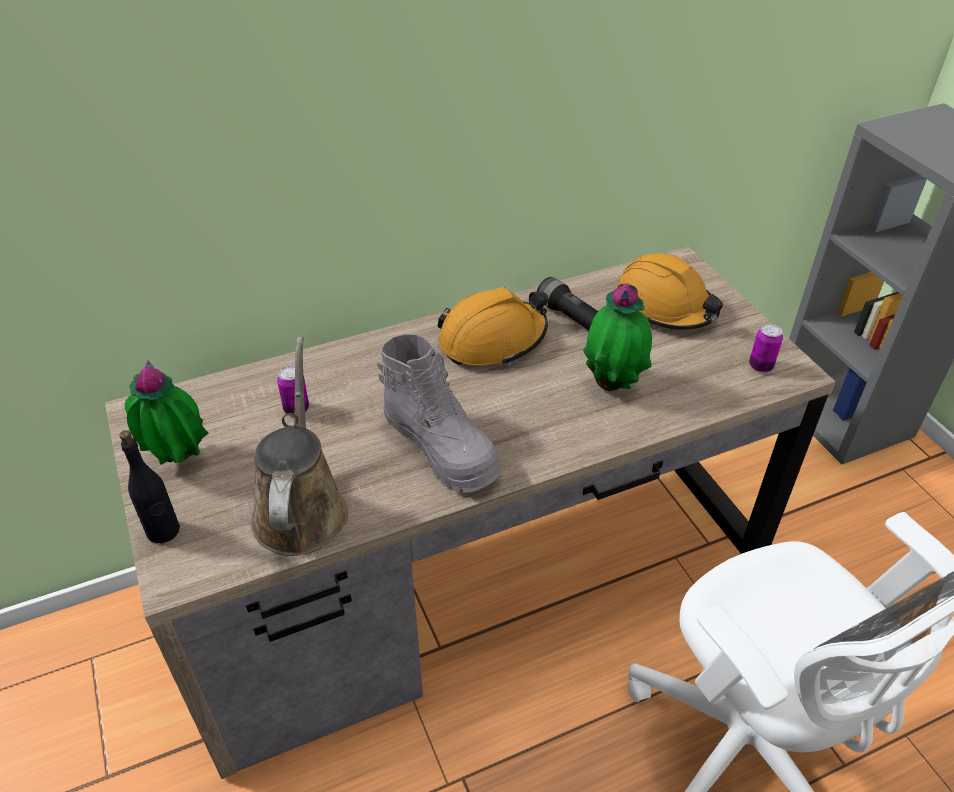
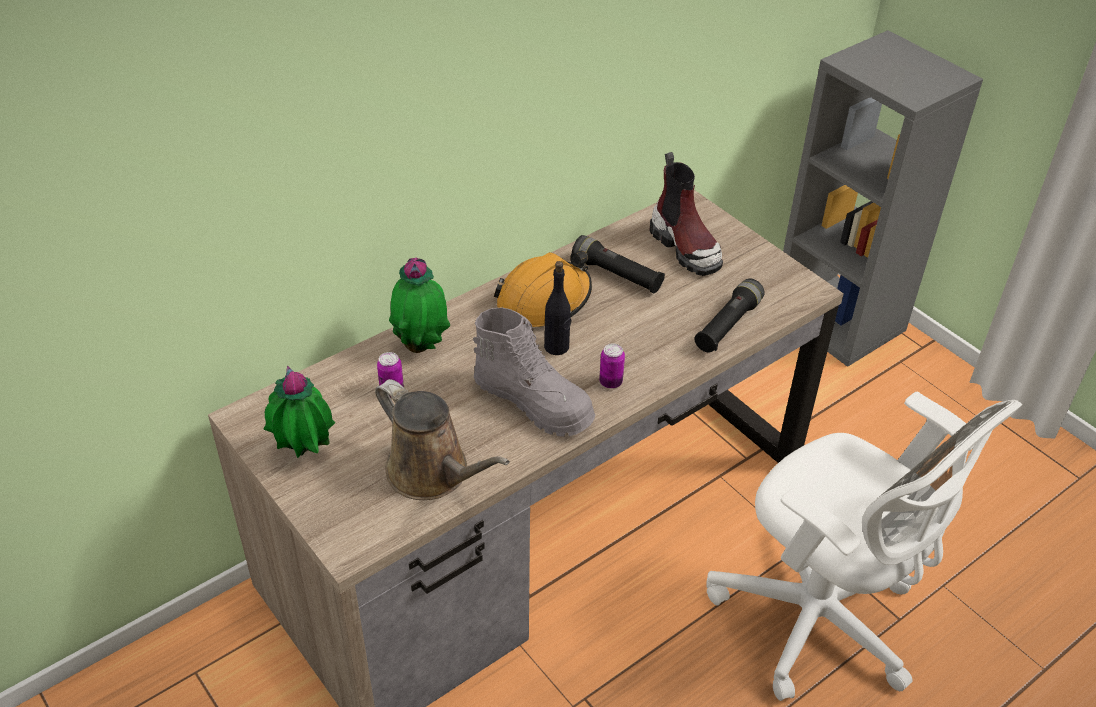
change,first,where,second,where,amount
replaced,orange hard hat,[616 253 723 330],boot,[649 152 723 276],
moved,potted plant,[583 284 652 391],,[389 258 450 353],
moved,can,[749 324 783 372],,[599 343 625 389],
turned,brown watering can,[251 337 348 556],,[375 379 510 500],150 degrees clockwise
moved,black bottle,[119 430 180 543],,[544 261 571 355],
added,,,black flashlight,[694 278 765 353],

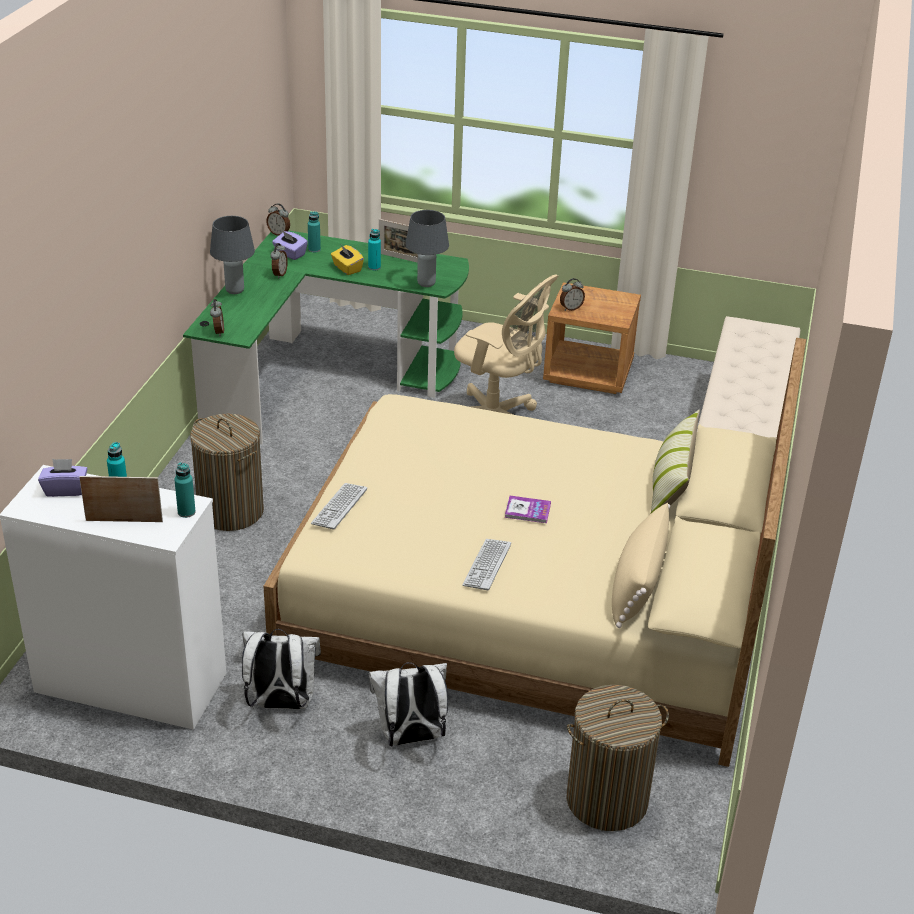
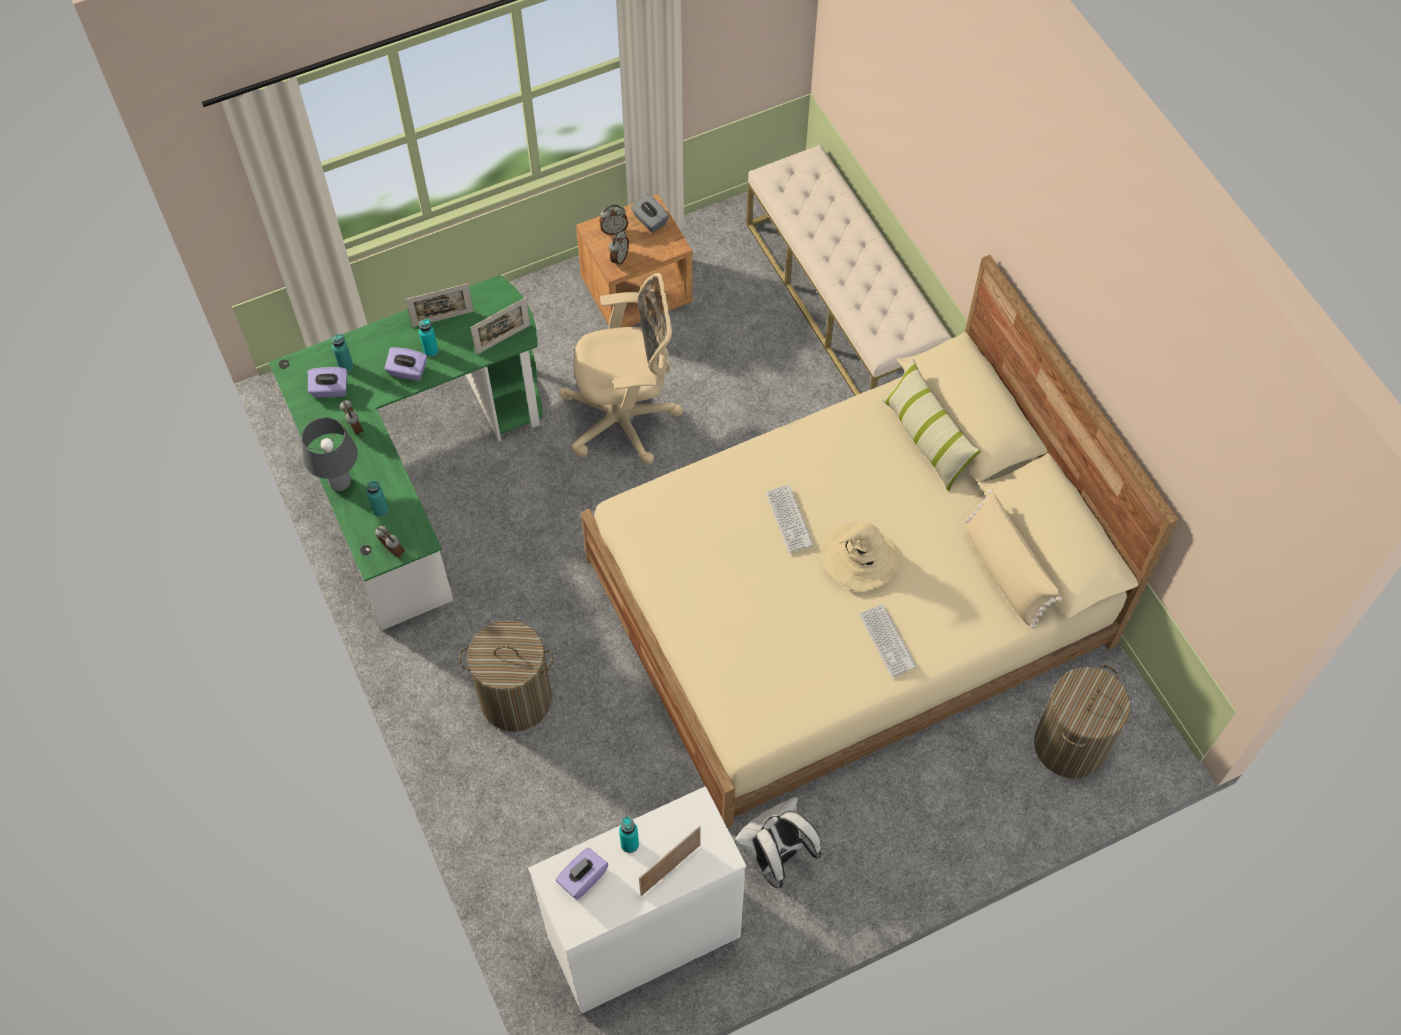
change,first,where,second,where,amount
moved,alarm clock,[266 203 290 236],,[599 205 628 235],
replaced,grey table lamp,[405 210 449 287],picture frame,[470 297 530 355],
recoloured,yellow tissue box,[331 245 364 275],purple tissue box,[384 347 427 381],
moved,turquoise bottle,[174 462 196 518],,[366 481 388 517],
moved,keyboard,[311 483 367 530],,[765 484 814 553],
replaced,book,[505 496 551 523],beige hat,[822 522 898 591],
removed,white backpack,[368 662 448 747],,,
added,,,grey tissue box,[631 194 669 233],

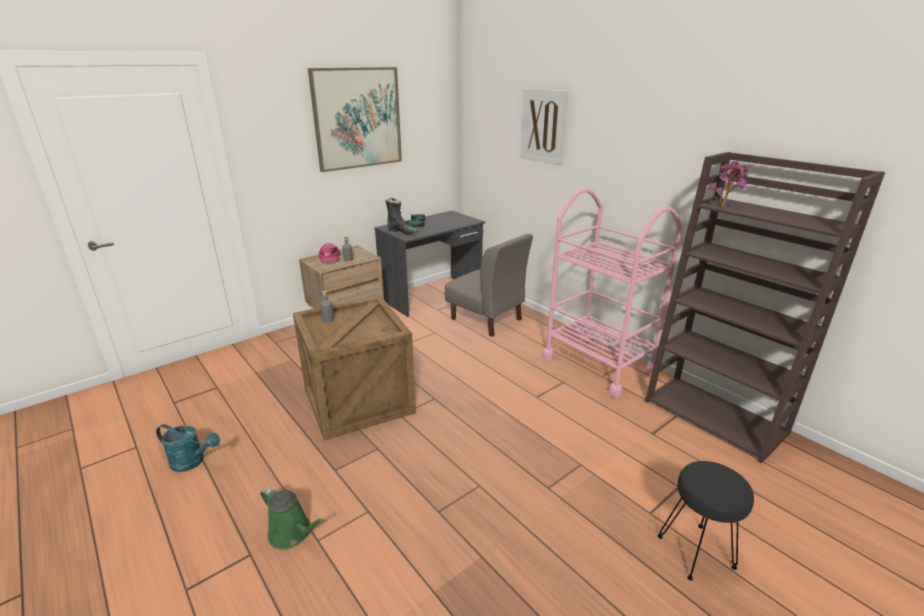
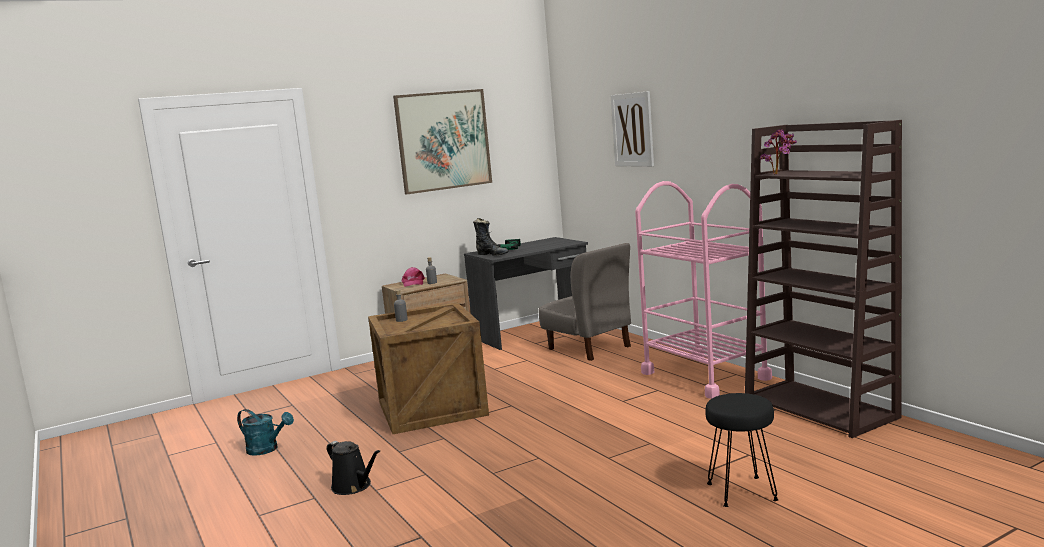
change,first,where,second,where,amount
recoloured,green watering can,[260 487 325 550],black watering can,[327 441 380 495],

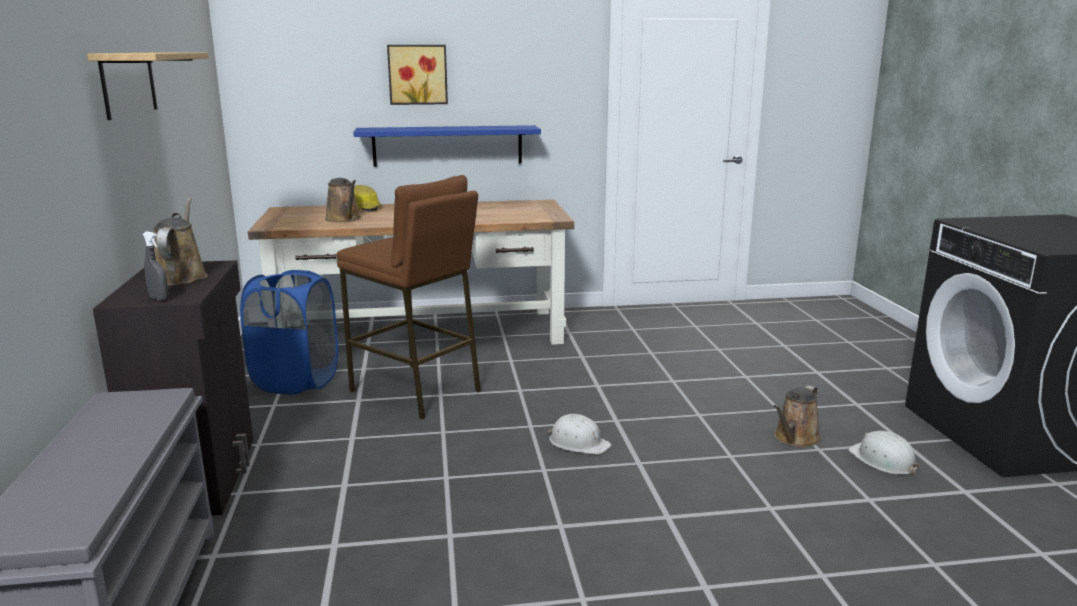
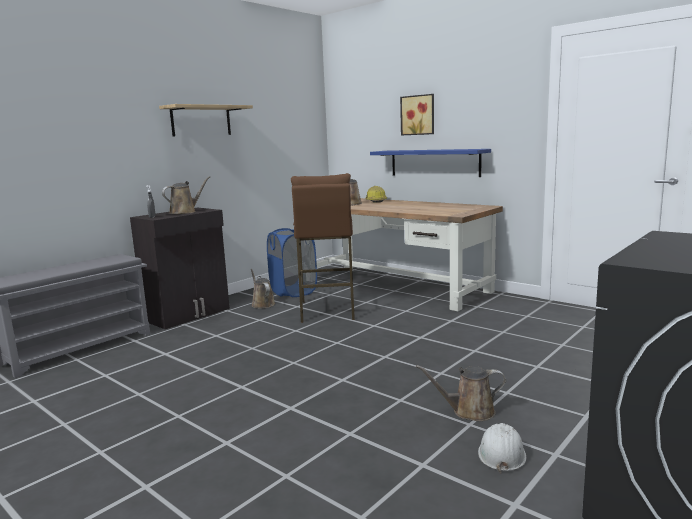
change,first,where,second,where,amount
removed,white hard hat,[547 414 611 455],,,
added,,,brown watering can,[250 269 275 308],

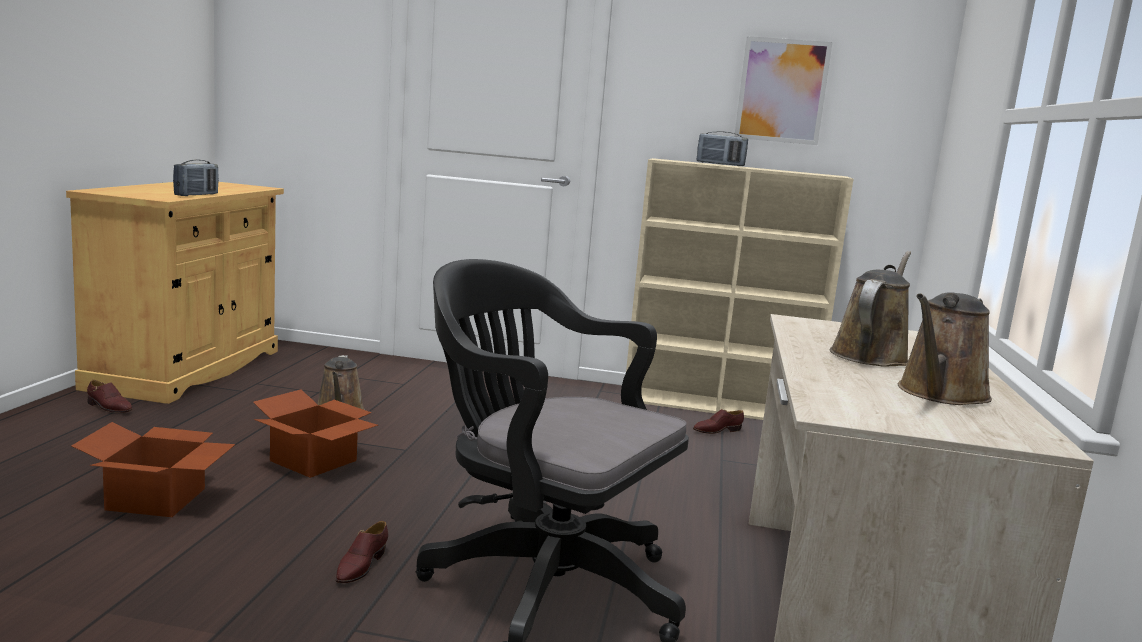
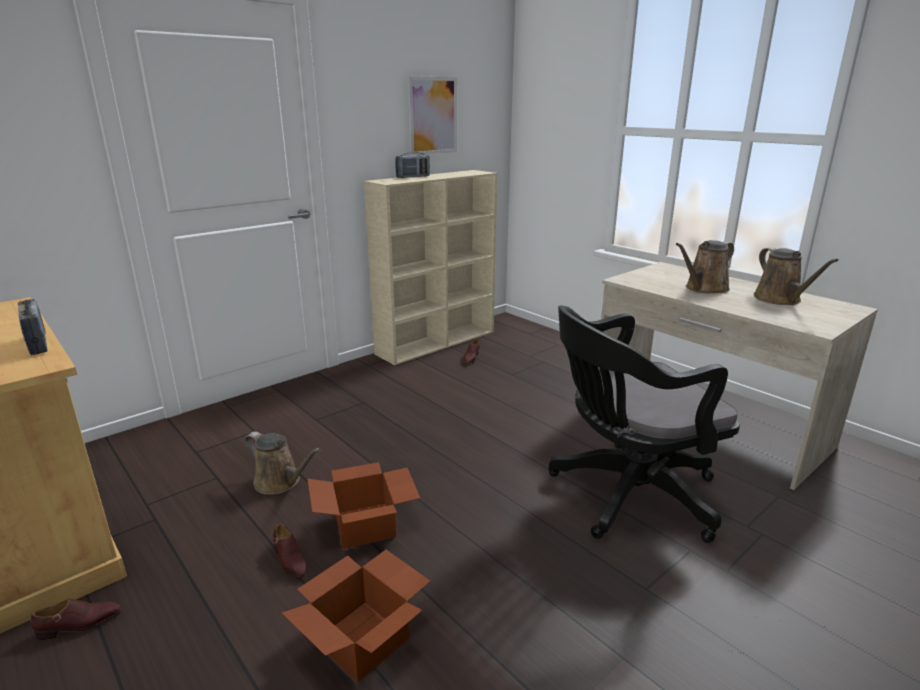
change,first,where,second,where,amount
turned,brown watering can,[829 251 911 367],,[676 240 734 294],105 degrees counterclockwise
moved,brown shoe,[336 521 388 583],,[273 524 307 578],

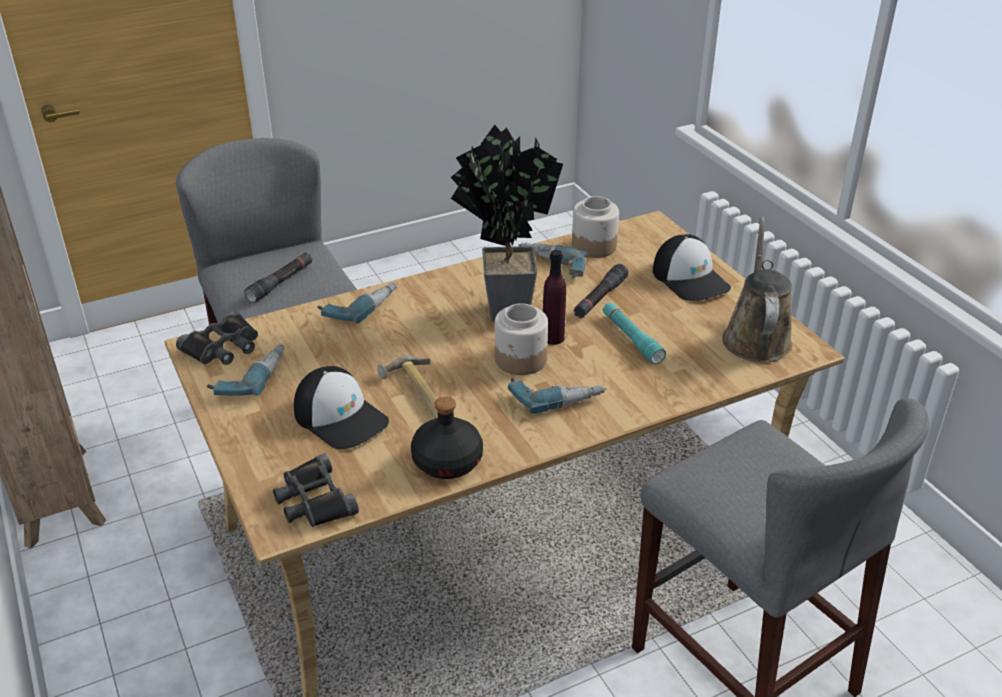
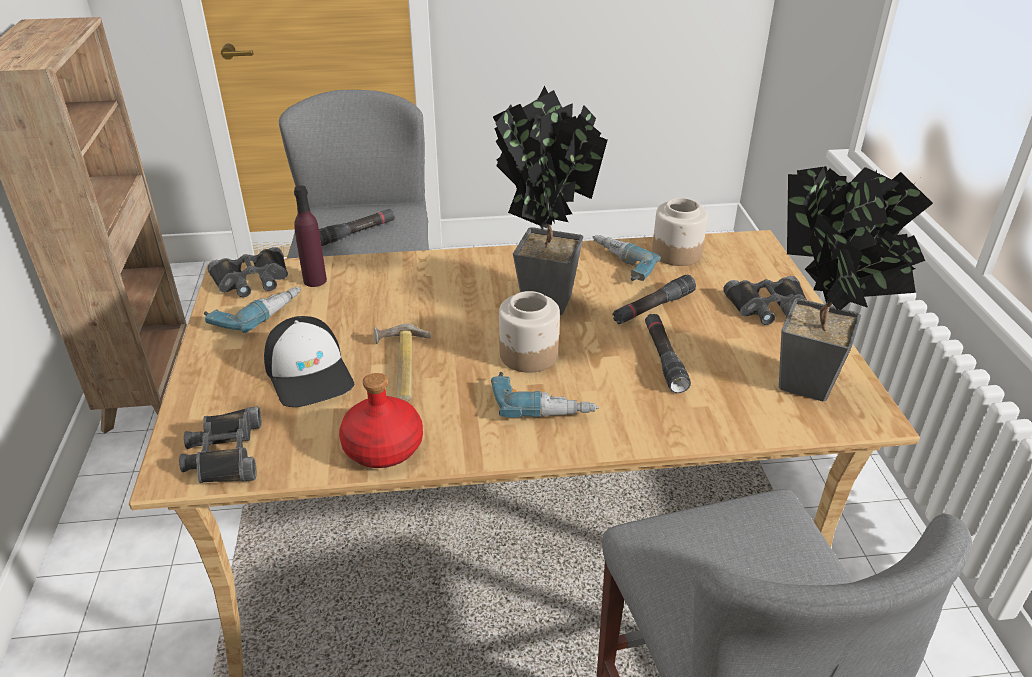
change,first,where,second,where,amount
replaced,brown watering can,[722 217 792 363],potted plant,[779 166 933 402],
replaced,cap,[653 234 731 301],black binoculars,[723 276 807 325],
moved,purple bottle,[543 250 566 345],,[294 185 327 287],
removed,power drill,[317 282 397 324],,,
recoloured,turquoise flashlight,[603 303 666 364],black flashlight,[645 314 691 393],
recoloured,black bottle,[411 397 483 479],red bottle,[339 373 423 468],

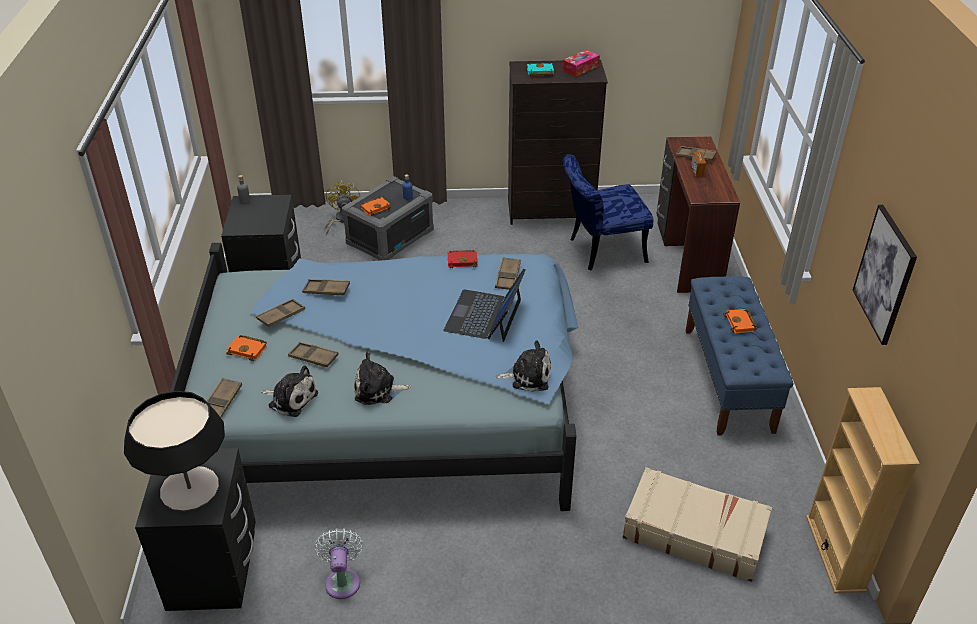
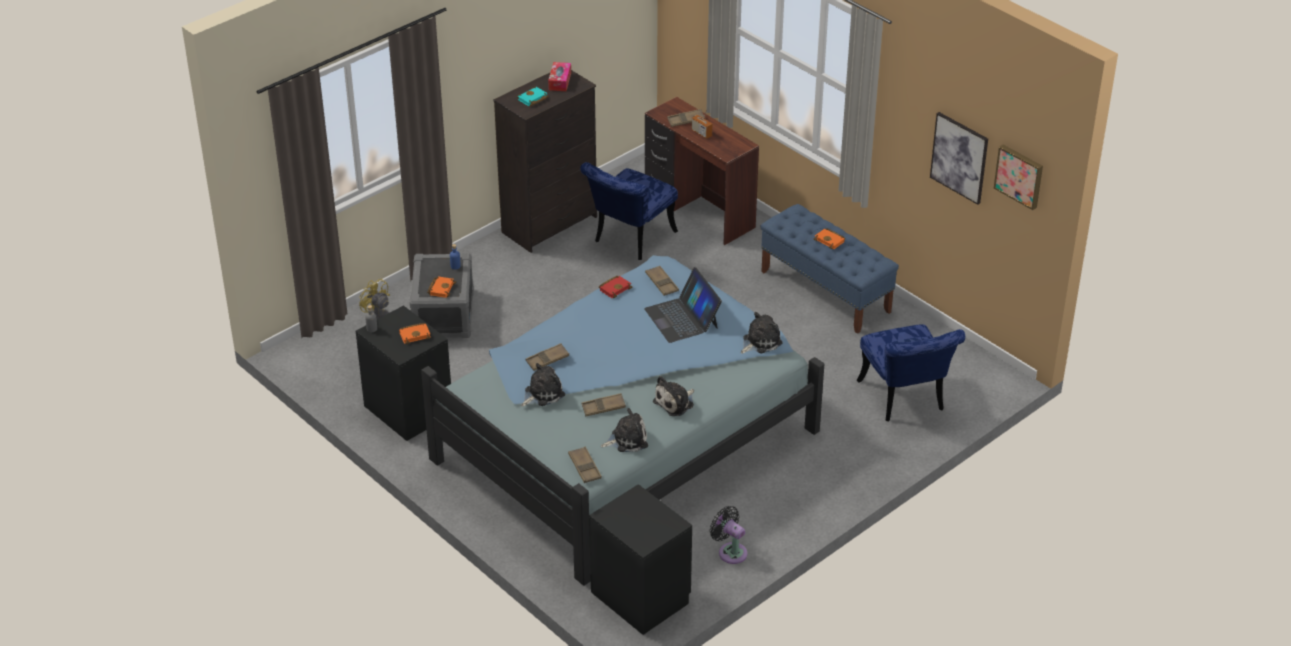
change,first,where,second,where,amount
replaced,brown tray,[256 299 305 327],plush toy,[521 363 565 407],
moved,orange book,[226 335 267 361],,[399 323 431 344],
removed,beige bookcase,[806 387 920 593],,,
removed,table lamp,[124 391 225 512],,,
replaced,beige suitcase,[622 467 772 582],blue chair,[856 324 965 421],
recoloured,white fan,[315 528 363 599],black fan,[710 506 747 564],
added,,,picture,[994 145 1043 210],

